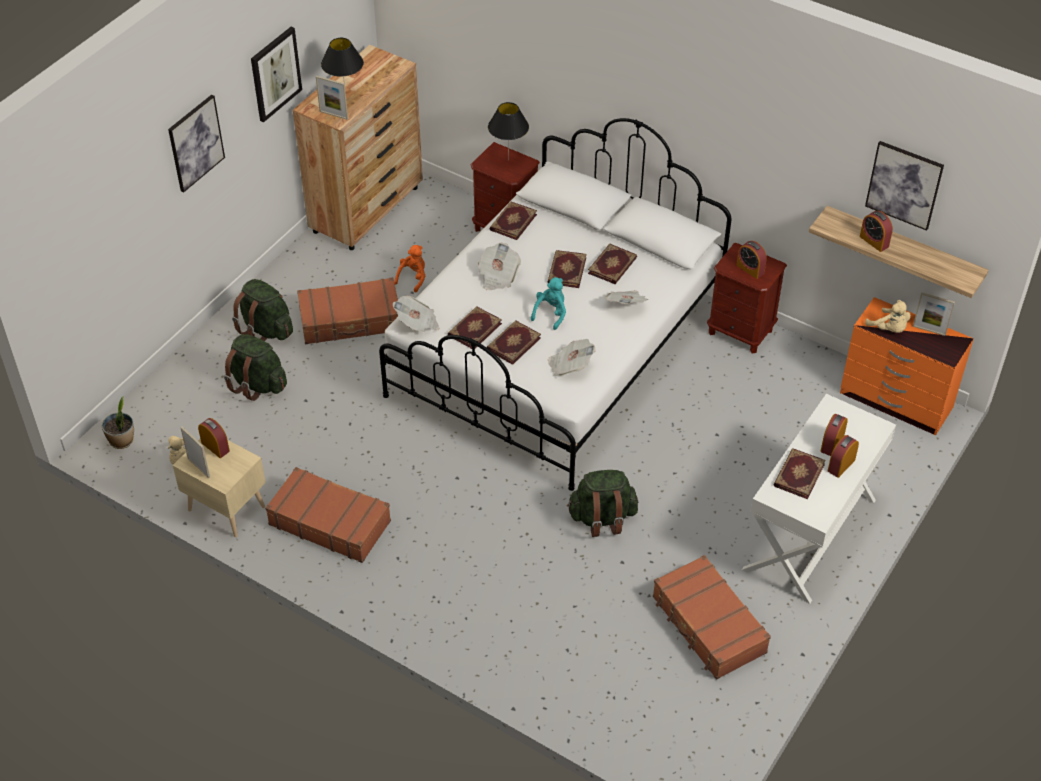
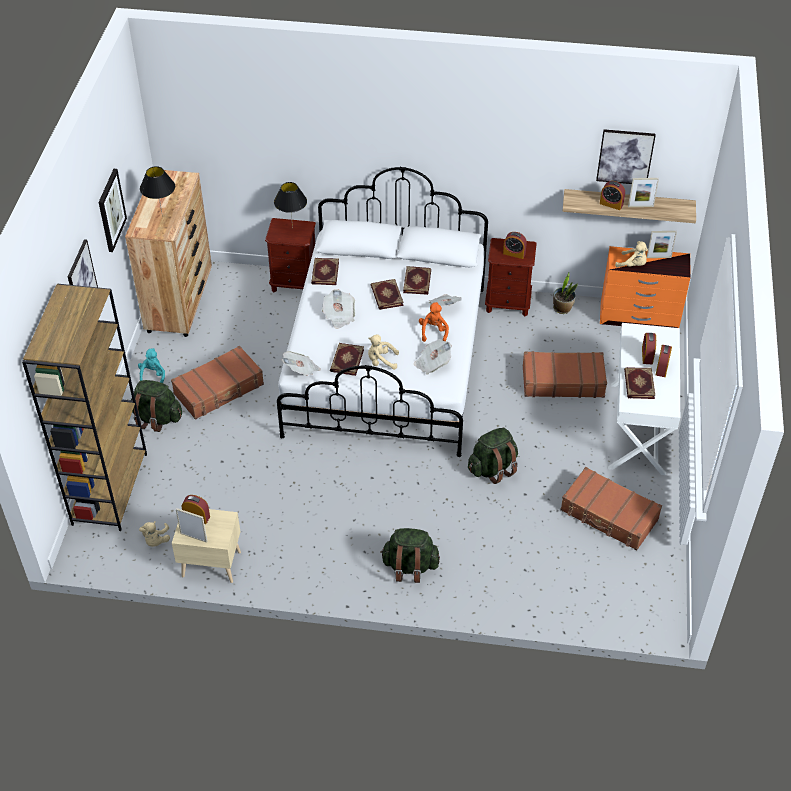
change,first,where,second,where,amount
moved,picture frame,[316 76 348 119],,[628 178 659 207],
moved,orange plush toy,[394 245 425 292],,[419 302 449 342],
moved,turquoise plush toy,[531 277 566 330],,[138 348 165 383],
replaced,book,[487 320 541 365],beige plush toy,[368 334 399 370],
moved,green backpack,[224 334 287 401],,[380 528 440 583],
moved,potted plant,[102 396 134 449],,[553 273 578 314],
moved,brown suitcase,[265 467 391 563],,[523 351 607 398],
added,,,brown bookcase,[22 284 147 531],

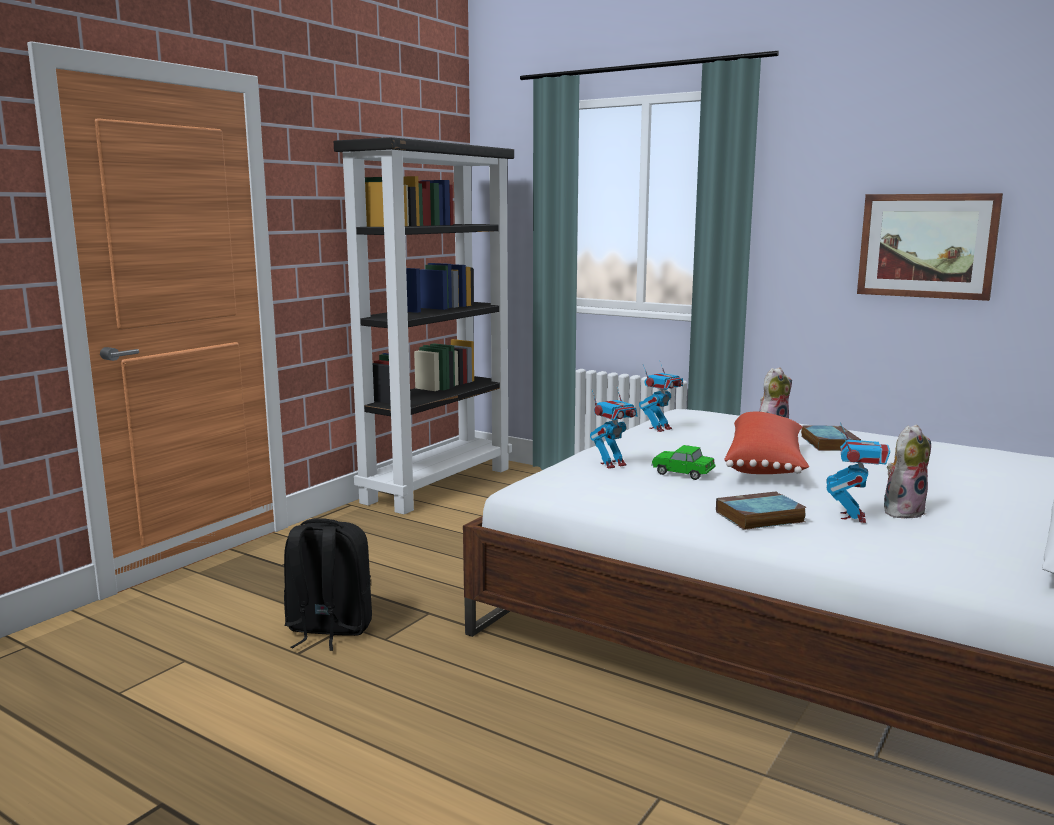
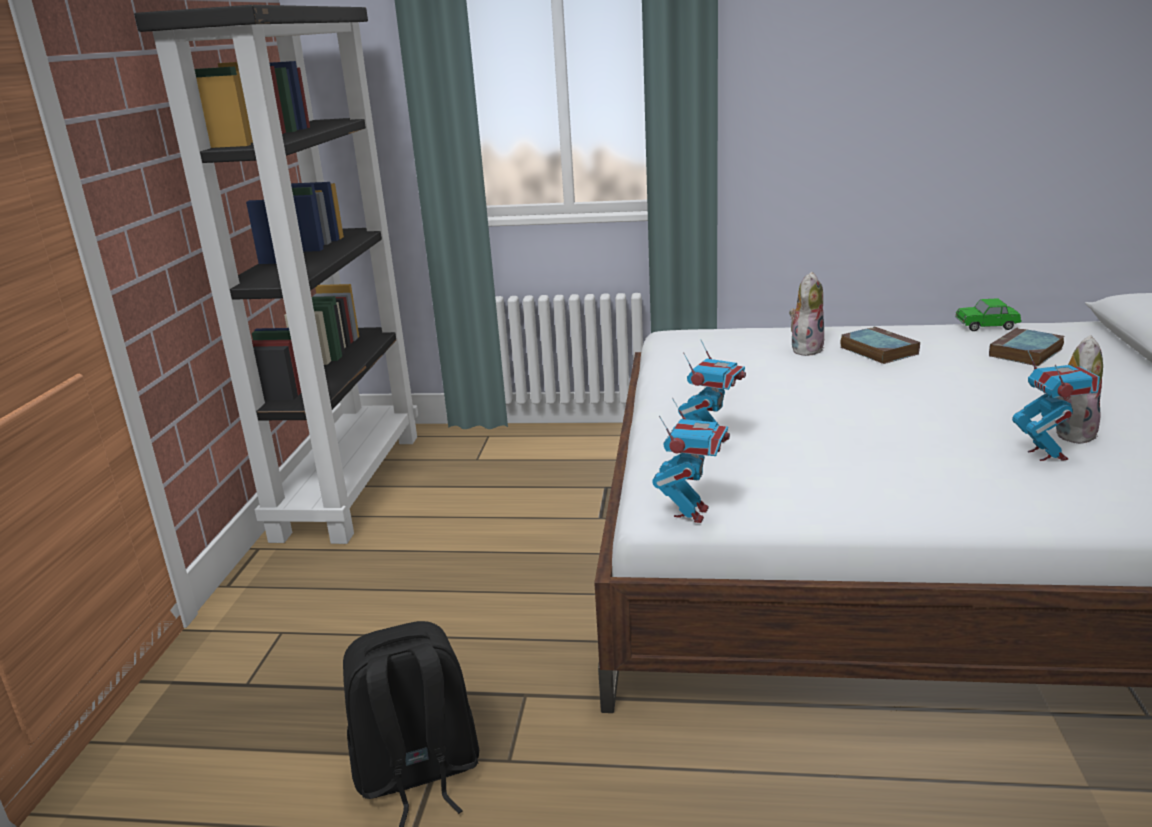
change,first,where,second,where,amount
removed,picture,[857 193 1003 301],,,
moved,toy robot,[639 362 683 432],,[652 397 730 523],
removed,red pillow,[724 412 809 474],,,
moved,toy car,[651 445 715 480],,[955 298 1022 331],
moved,book,[716 491 807 530],,[989 328 1064 366],

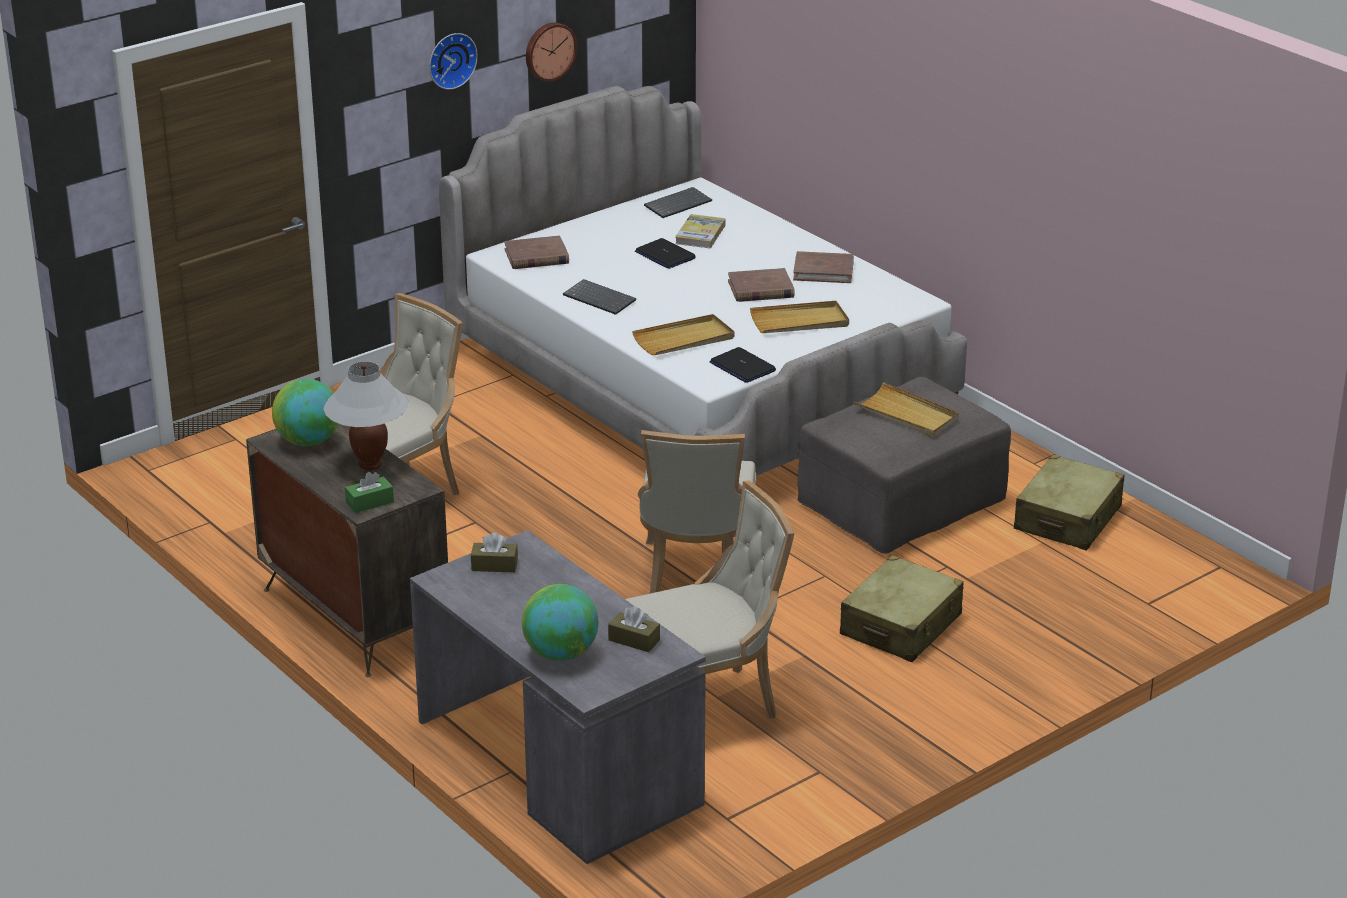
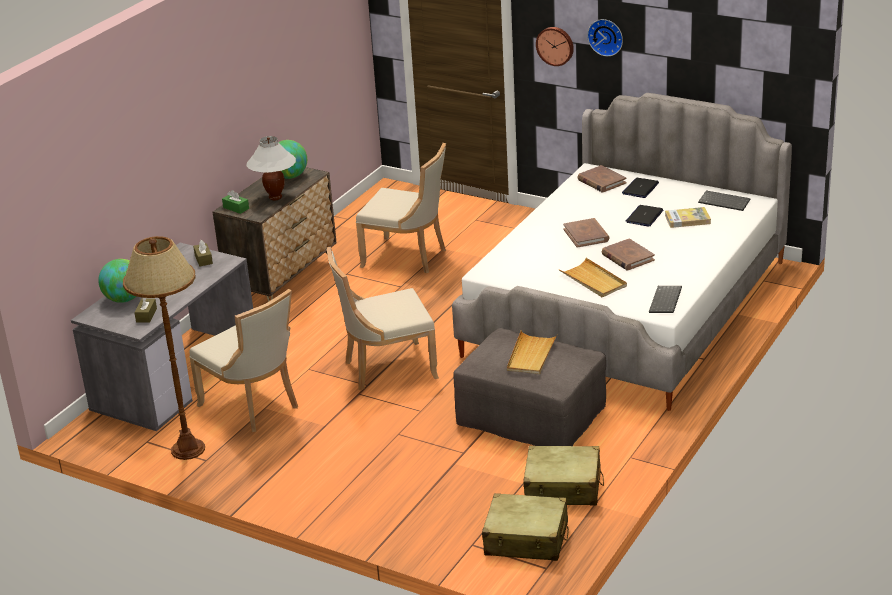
change,first,where,second,where,amount
moved,wall clock,[526 22 578 82],,[536 27 574 66],
moved,brown book,[793 251 854 283],,[563 218 609 248],
moved,keyboard,[563 279 636 315],,[649 286 682 313],
removed,beige tray,[632 314 735 355],,,
moved,laptop,[710 347 776 383],,[622 178 659 198],
moved,beige suitcase,[840 555 964 662],,[482 493 569 561],
added,,,brown floor lamp,[123 236 205 460],

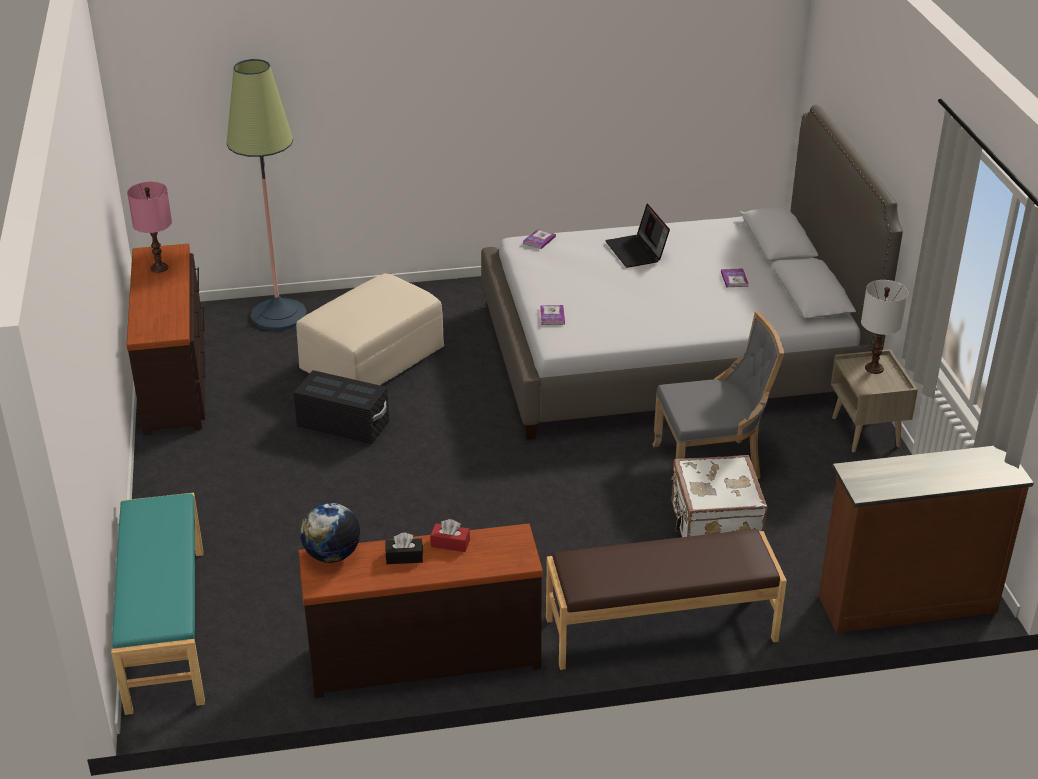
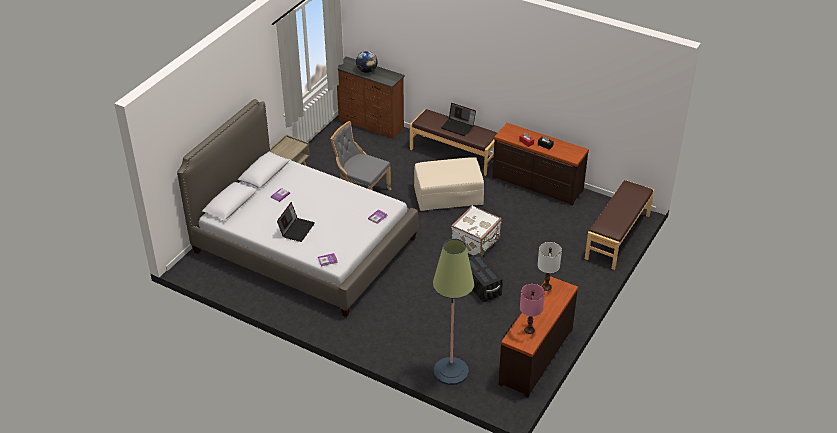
change,first,where,second,where,amount
moved,beige ottoman,[296 273 444 385],,[414 157 484 211],
moved,white table lamp,[861 280 908 374],,[538 242 562 291],
moved,white suitcase,[671 455 767 537],,[451 205 502 256],
recoloured,turquoise bench,[111 493 205 715],brown bench,[585 180 654 270],
moved,globe,[300 503 360 563],,[356 51 377 73],
added,,,laptop,[441 103 476 136],

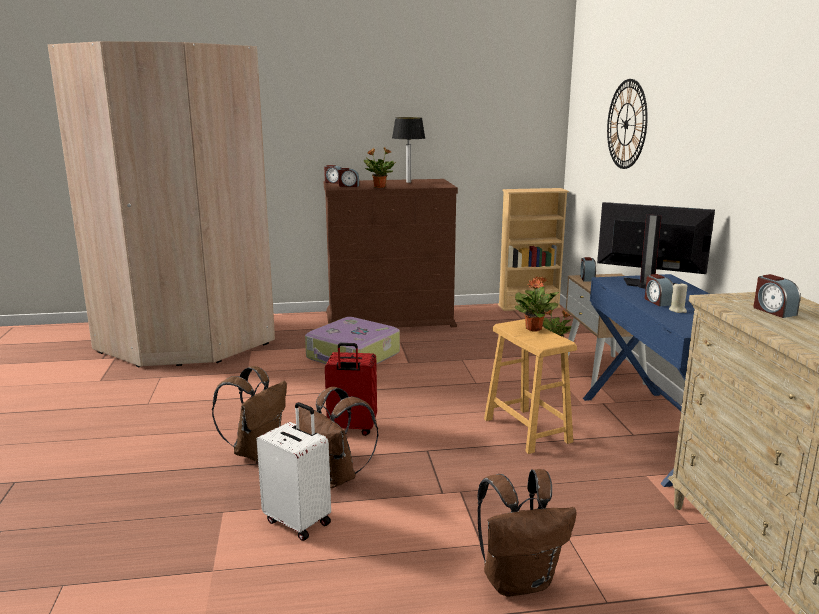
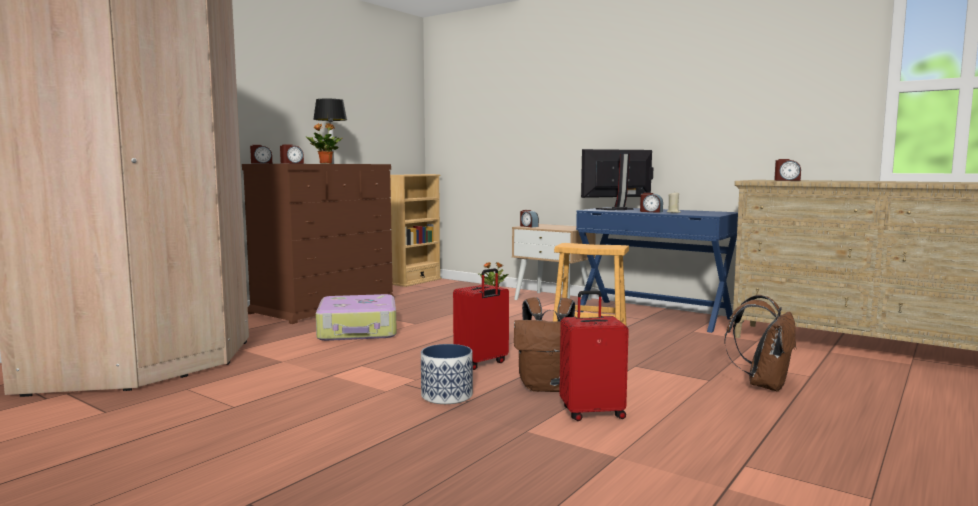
change,first,where,second,where,amount
removed,wall clock,[607 79 648 169],,,
removed,potted plant,[515 276 559 332],,,
replaced,brown backpack,[212 366 287 461],planter,[421 344 473 404],
recoloured,white suitcase,[257 402 331 541],red suitcase,[560 291 629 421],

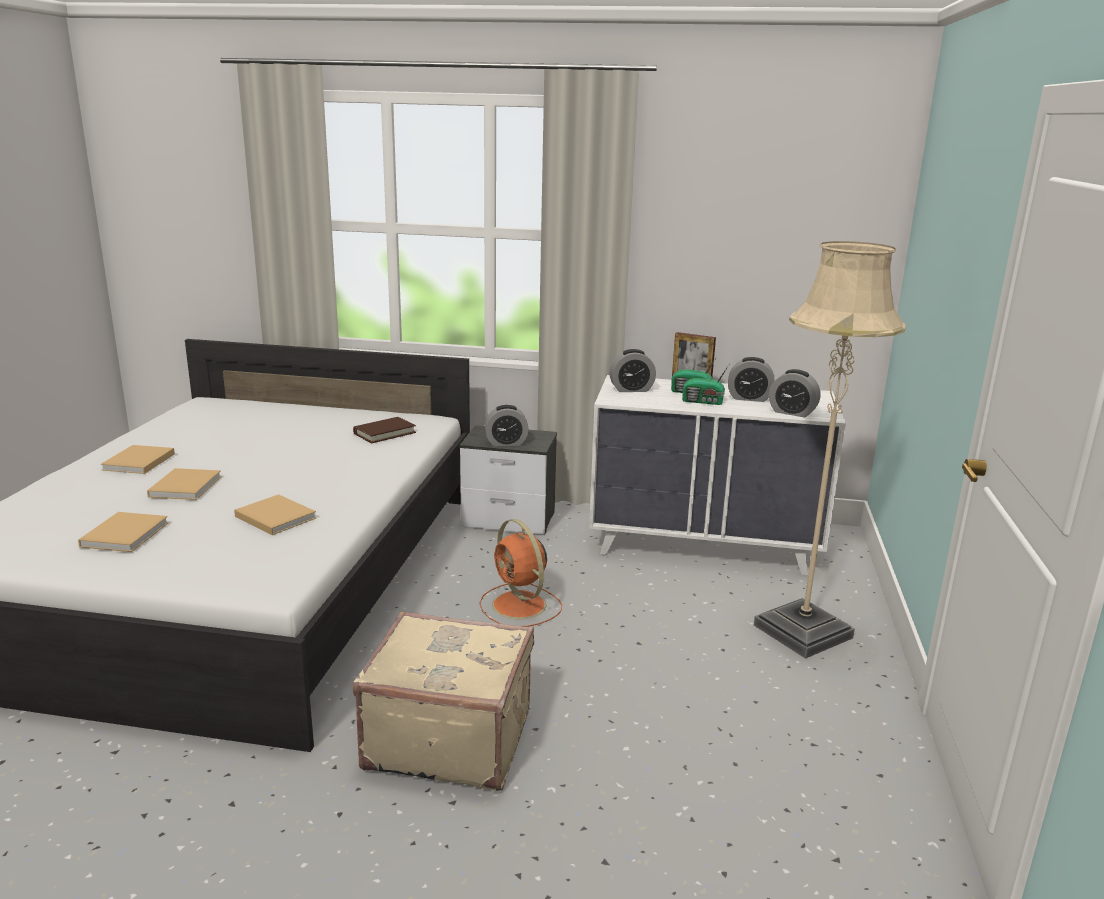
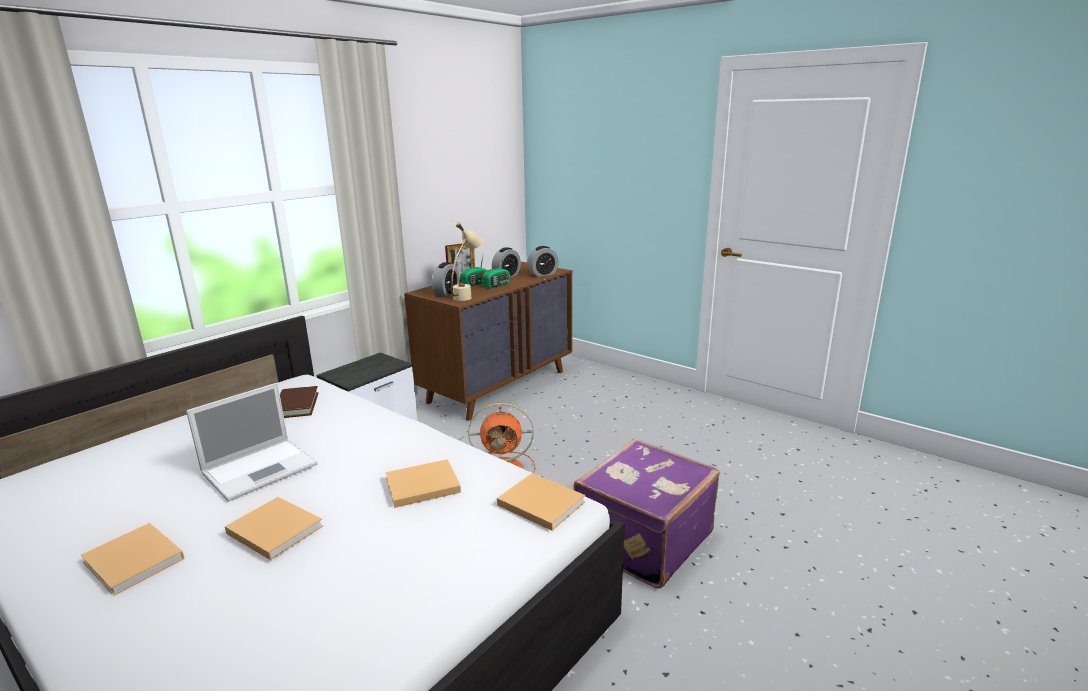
change,first,where,second,where,amount
removed,beige floor lamp,[754 241 906 659],,,
recoloured,white dresser,[589 375 846 575],brown dresser,[404 262 572 421],
removed,alarm clock,[485 405 529 446],,,
moved,beige book,[78 512 169 552],,[497 473 585 531],
recoloured,beige suitcase,[353 611 534 791],purple suitcase,[573 438 720 589],
added,,,beige table lamp,[451 222 483 301],
added,,,laptop,[186 383 317 502],

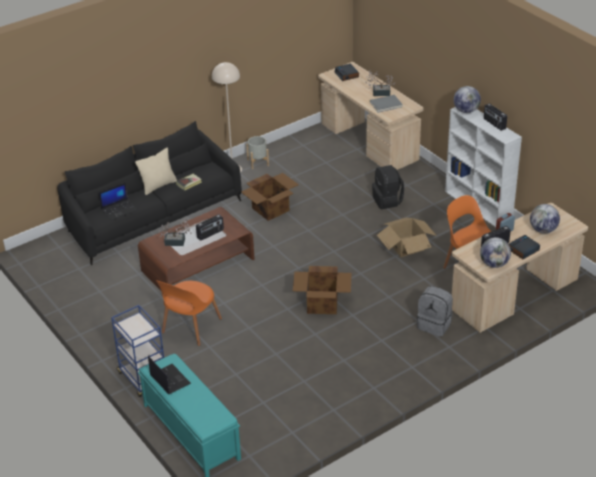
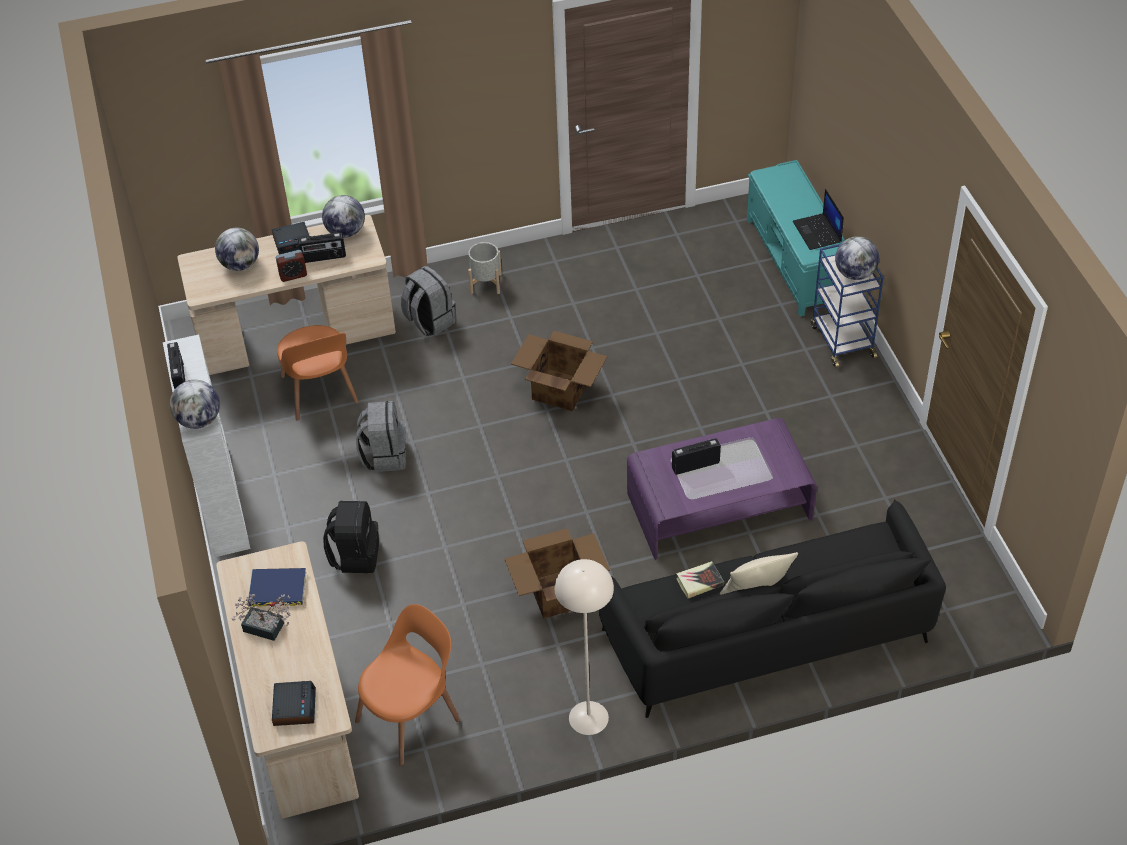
change,first,where,second,where,amount
recoloured,grey book,[370 95 403 113],blue book,[248 568 306 607],
moved,grey planter,[246 136 269 169],,[468 242 502 294],
removed,laptop,[99 182 137 221],,,
recoloured,brown coffee table,[138 207 255 291],purple coffee table,[627 418 817 560],
replaced,cardboard box,[377 217 437 257],grey backpack,[356 401 406 472],
removed,potted plant,[159 219 191 246],,,
moved,orange chair,[156 280 222 346],,[355 604 460 766],
added,,,globe,[835 236 879 280],

